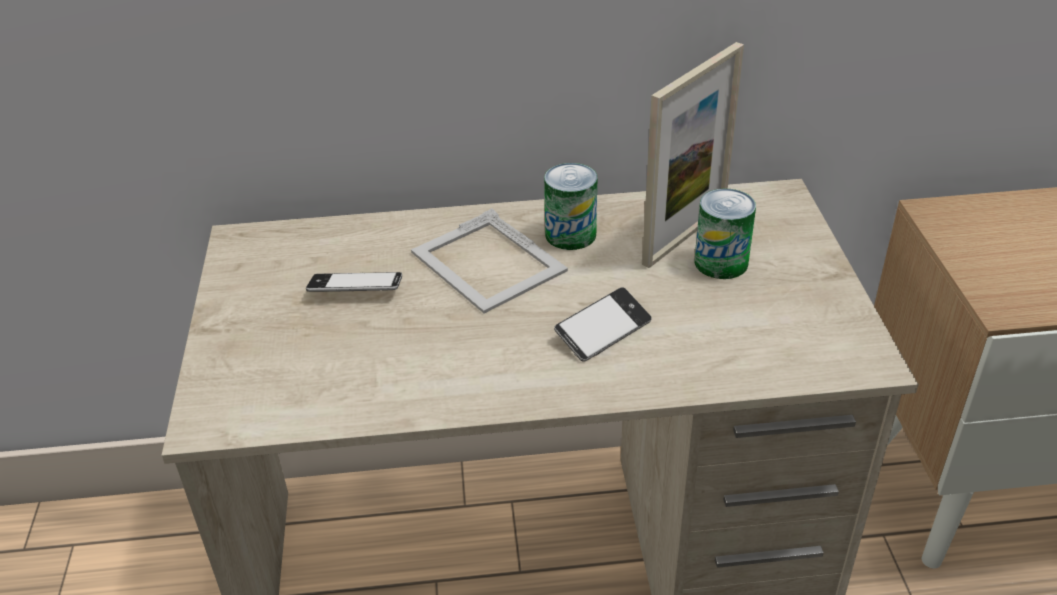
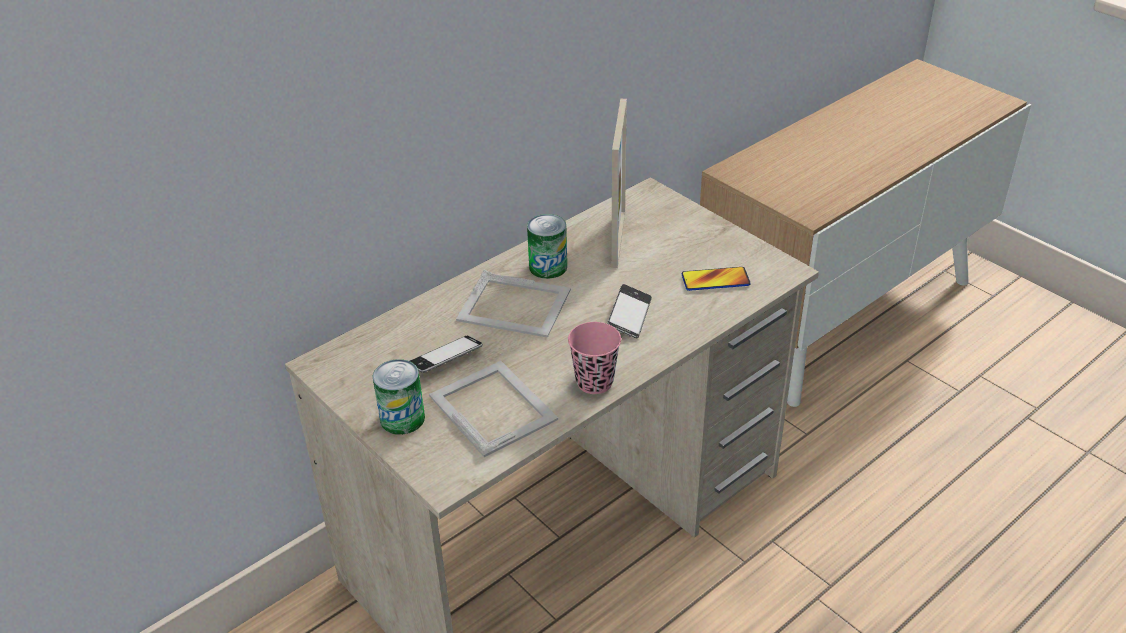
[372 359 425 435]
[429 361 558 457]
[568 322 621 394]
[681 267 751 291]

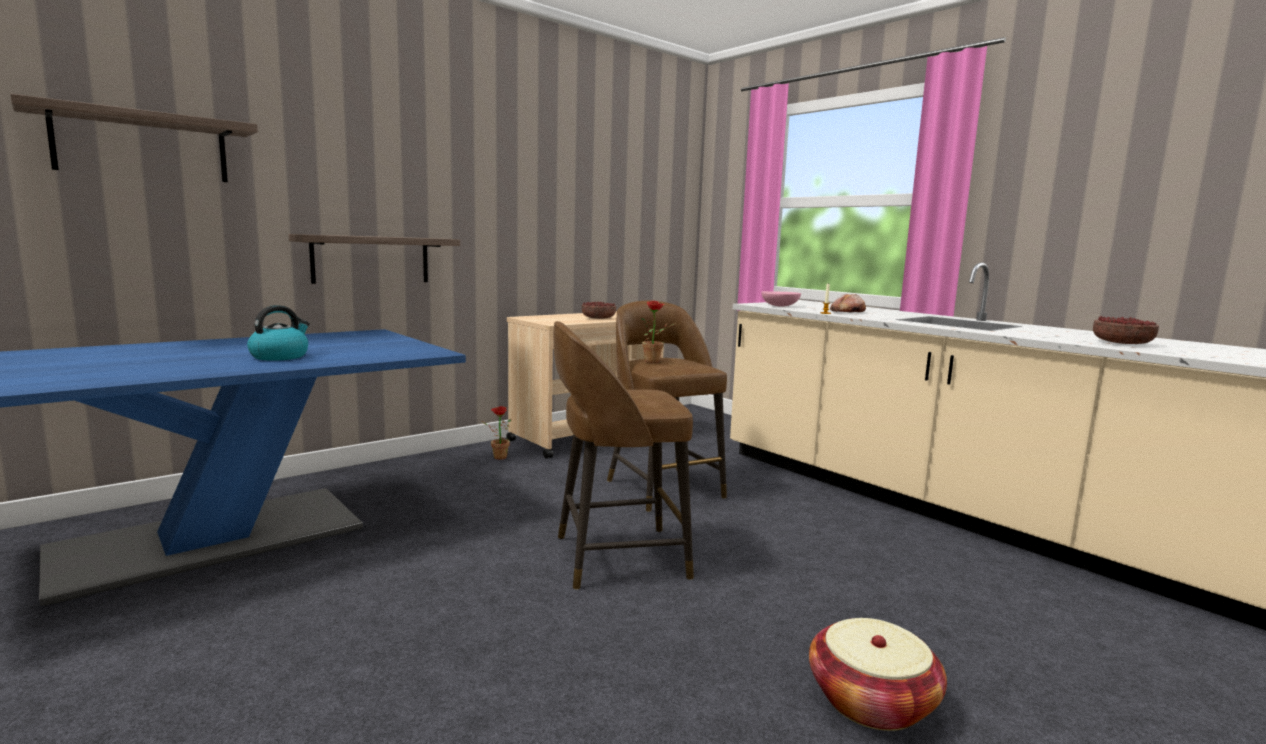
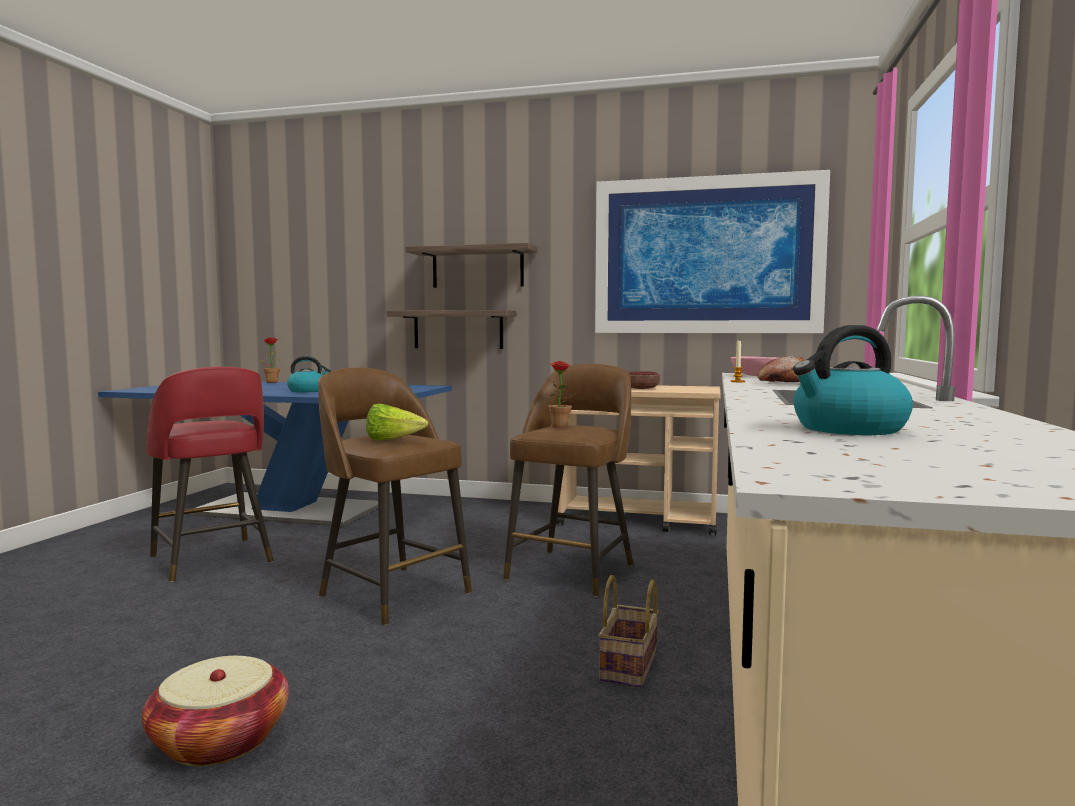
[405 243 538 288]
[257 337 280 383]
[793 325 913 435]
[146 367 274 582]
[366 403 428 441]
[595 170 830 333]
[598 575 659 688]

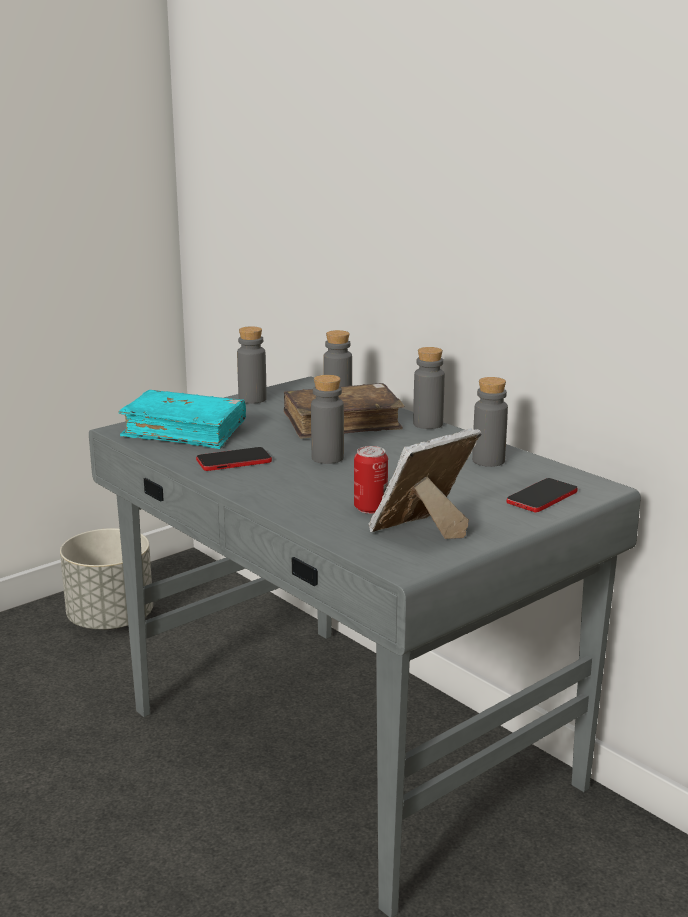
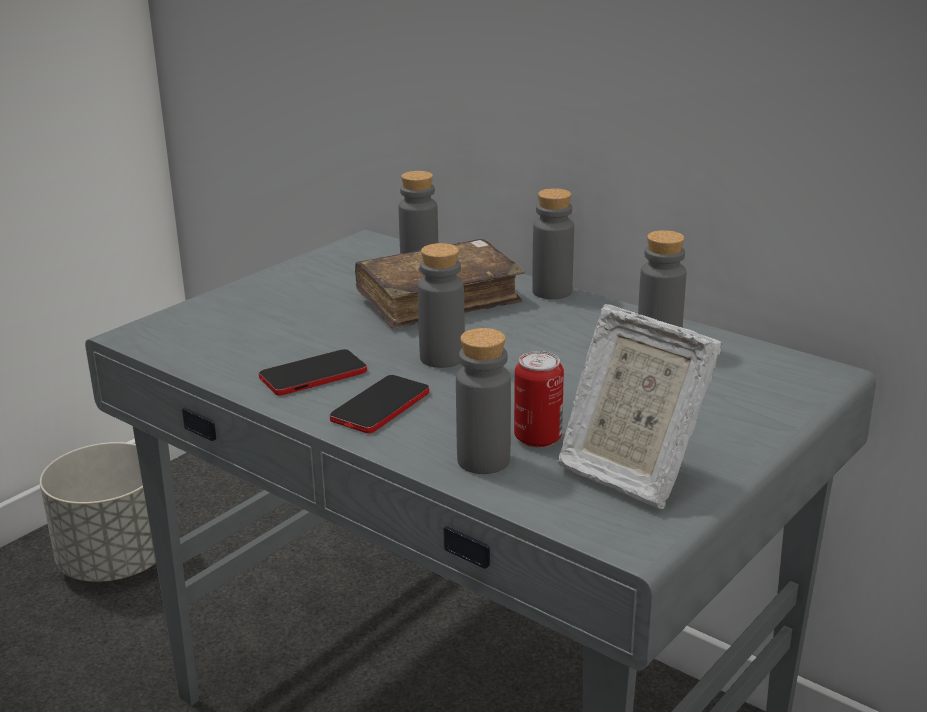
[119 390 246 449] (first image)
[456 328 511 474]
[558 304 722 509]
[330 375 429 434]

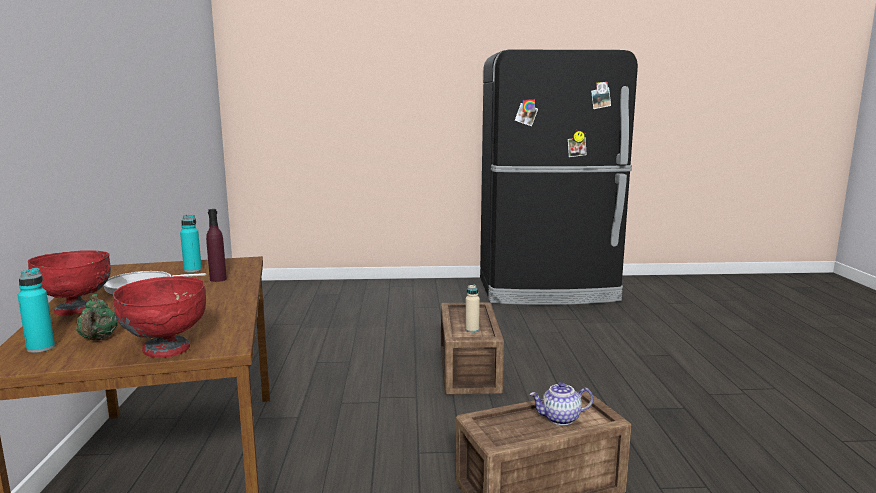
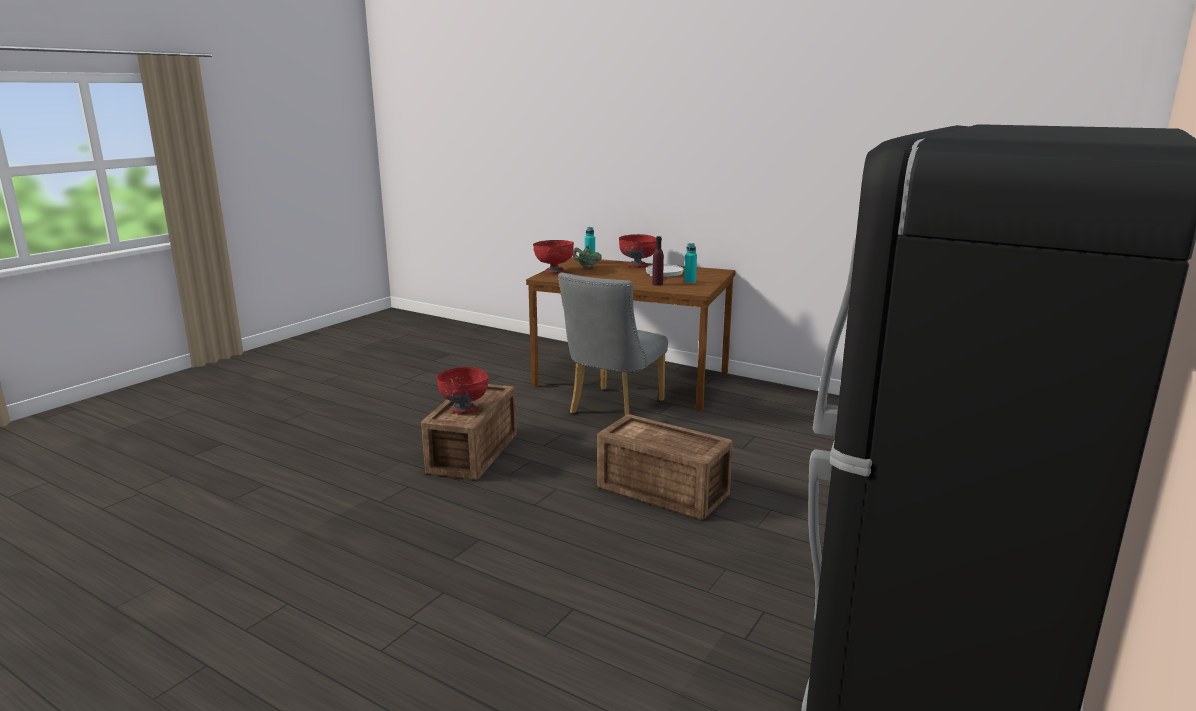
[465 284 480 333] (first image)
[436 367 489 414]
[558 272 668 416]

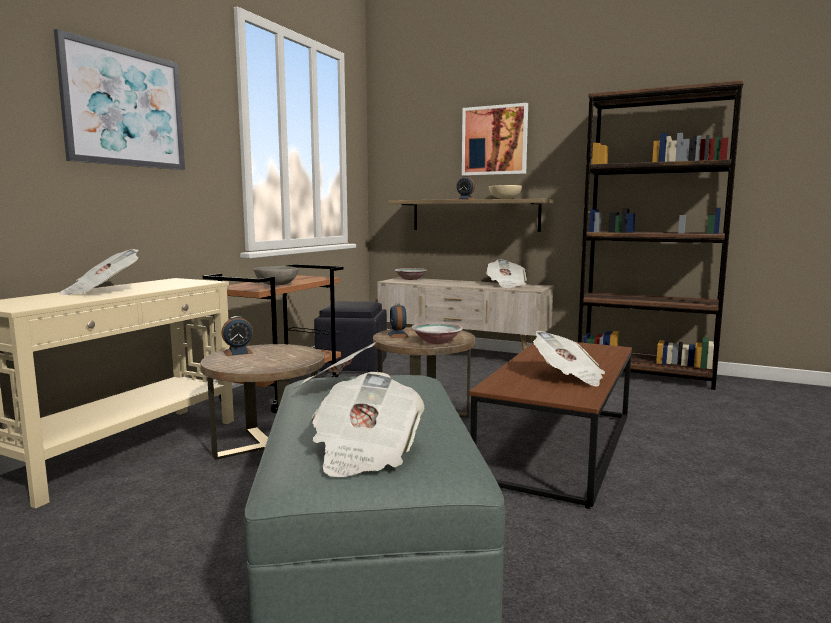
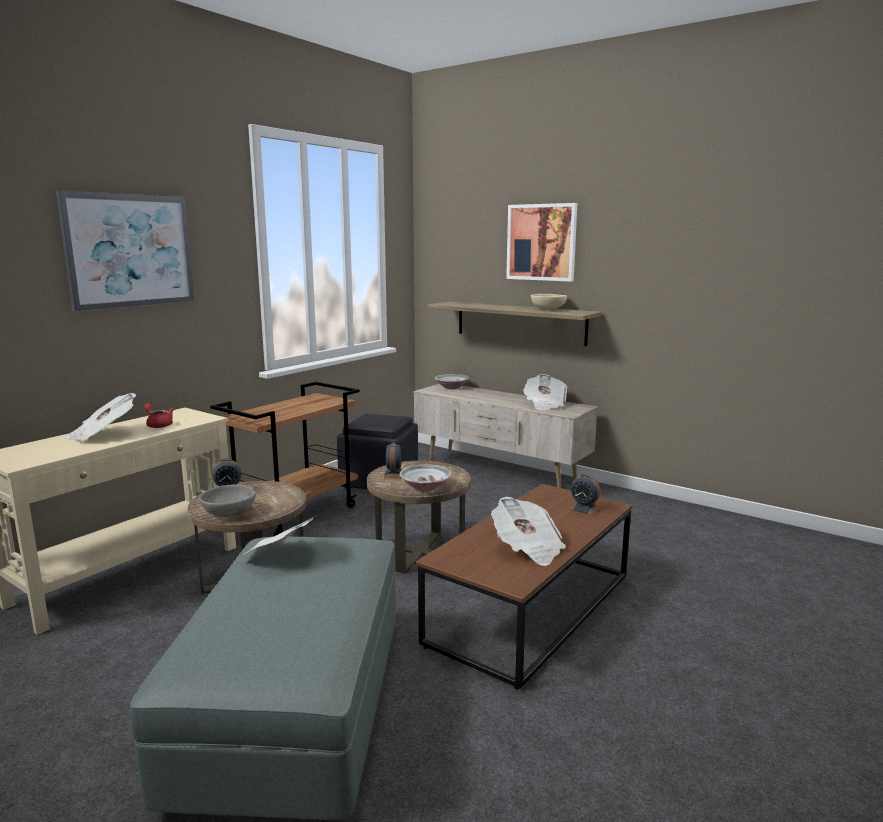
[199 484 256 517]
[312 372 425 477] (first image)
[569 474 601 515]
[578 80 744 390] (first image)
[144 403 174 428]

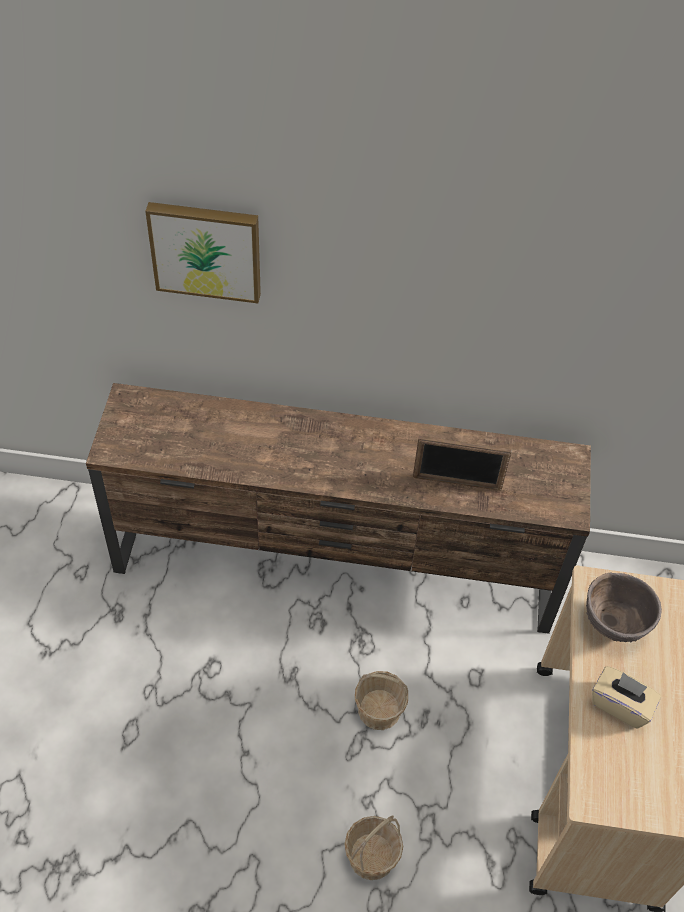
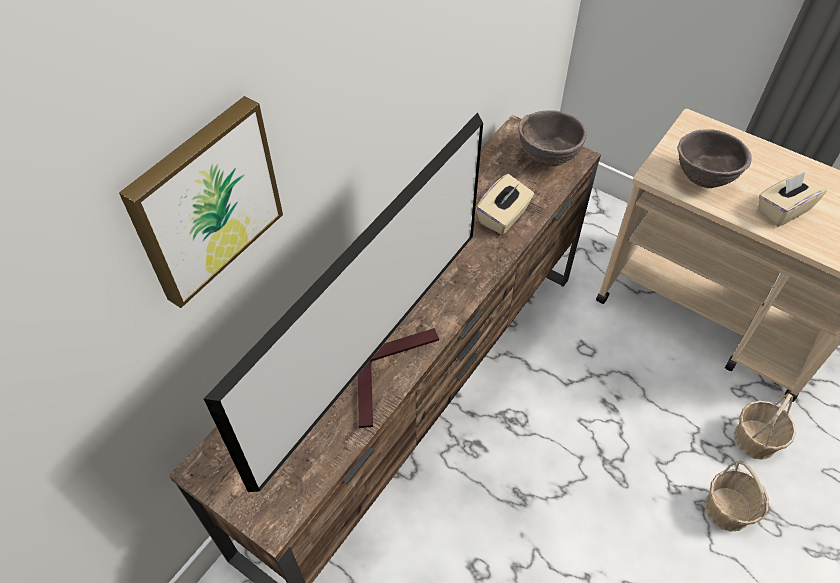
[734 393 796 460]
[476 174 534 235]
[204 112 483 492]
[518 110 586 167]

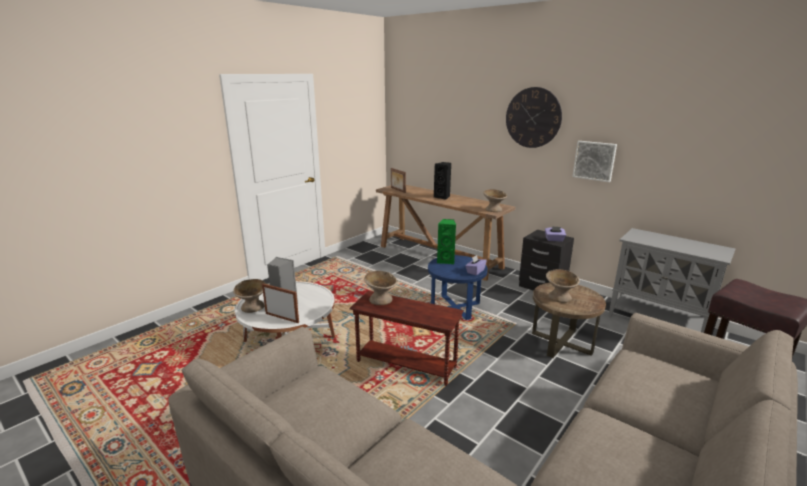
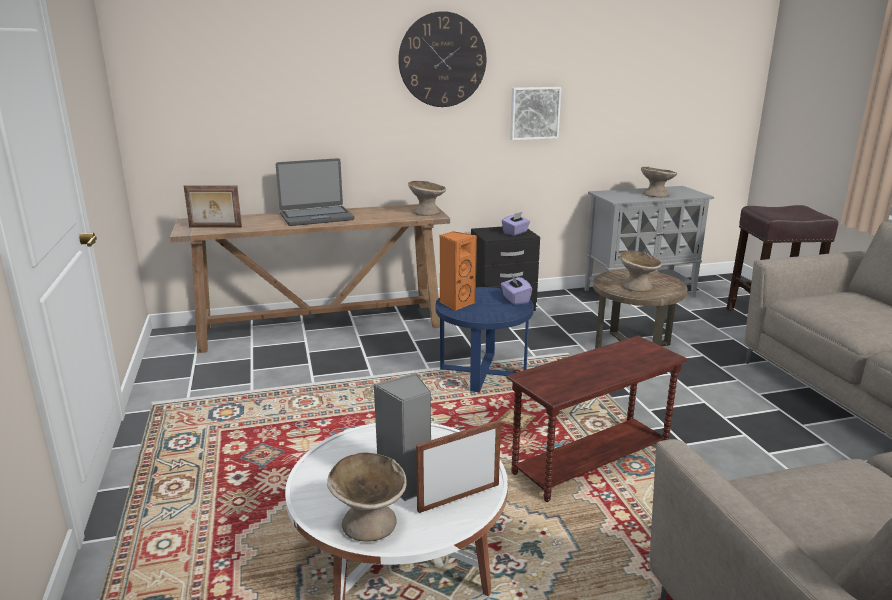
[641 167 677 197]
[276 158 354 226]
[440 231 477 311]

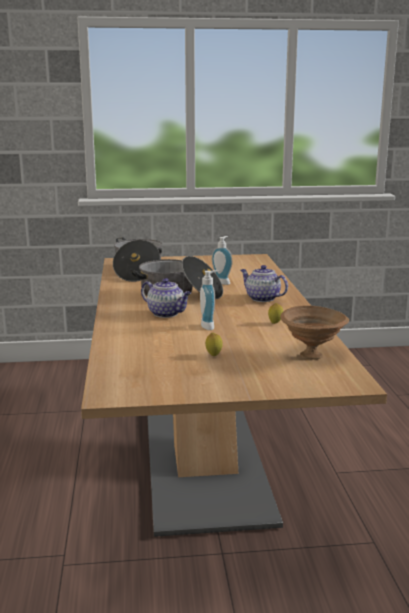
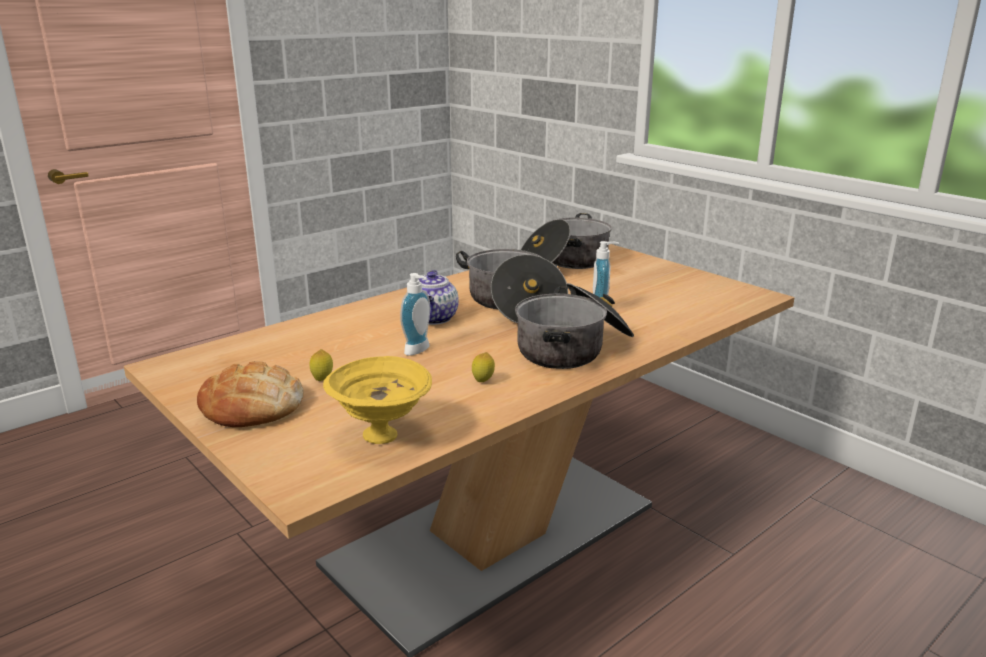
[515 283 634 369]
[323 356 432 444]
[197 361 304 427]

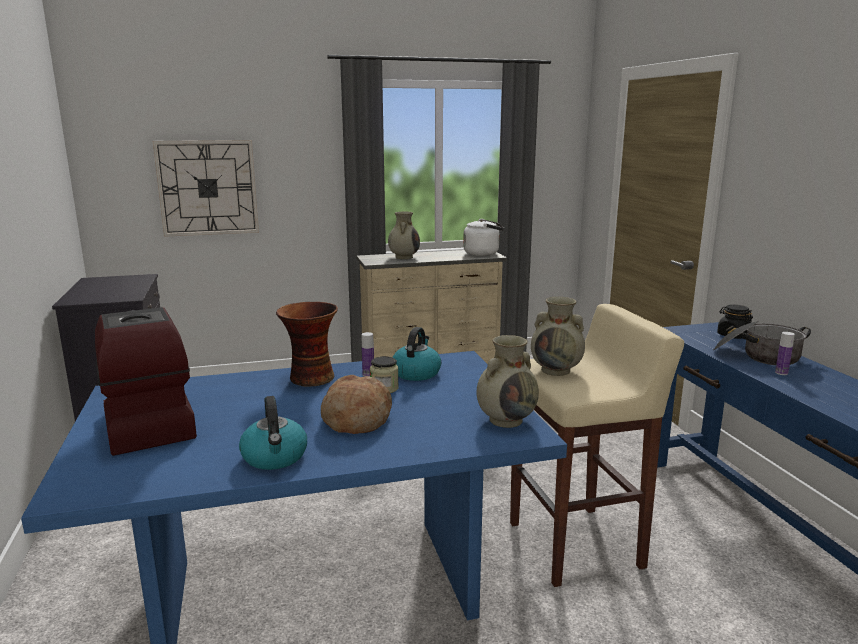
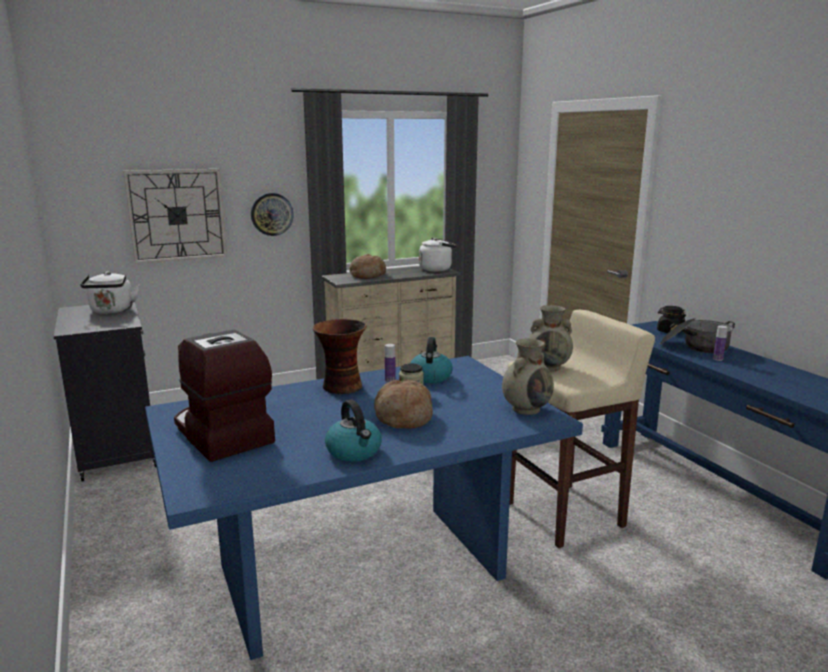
[350 254 386 279]
[80 272 140 314]
[251 193 294 236]

